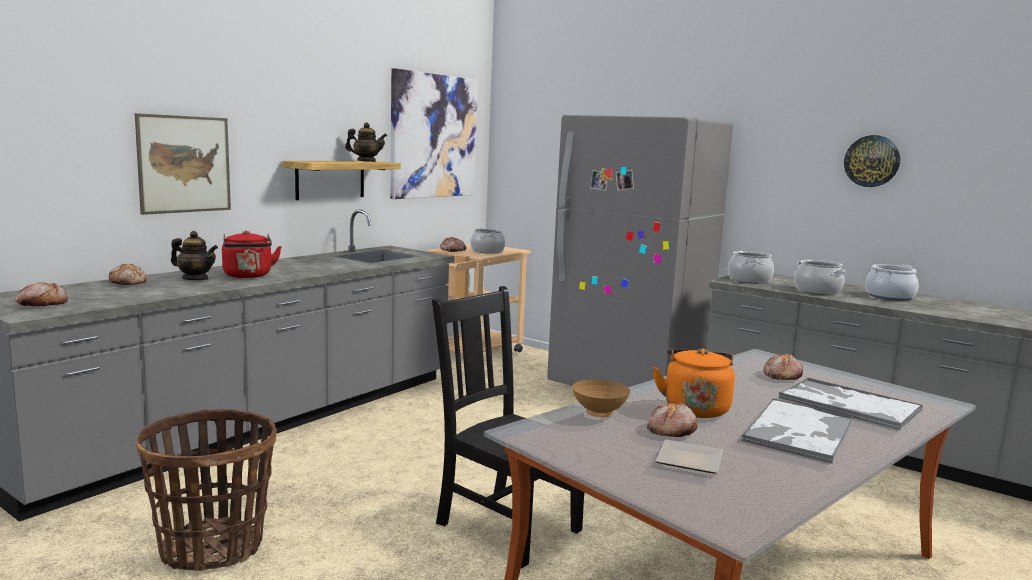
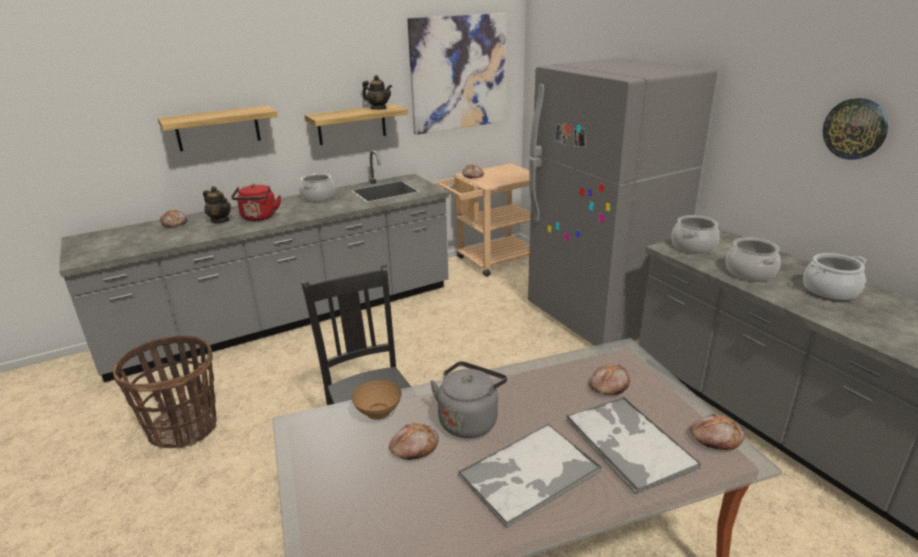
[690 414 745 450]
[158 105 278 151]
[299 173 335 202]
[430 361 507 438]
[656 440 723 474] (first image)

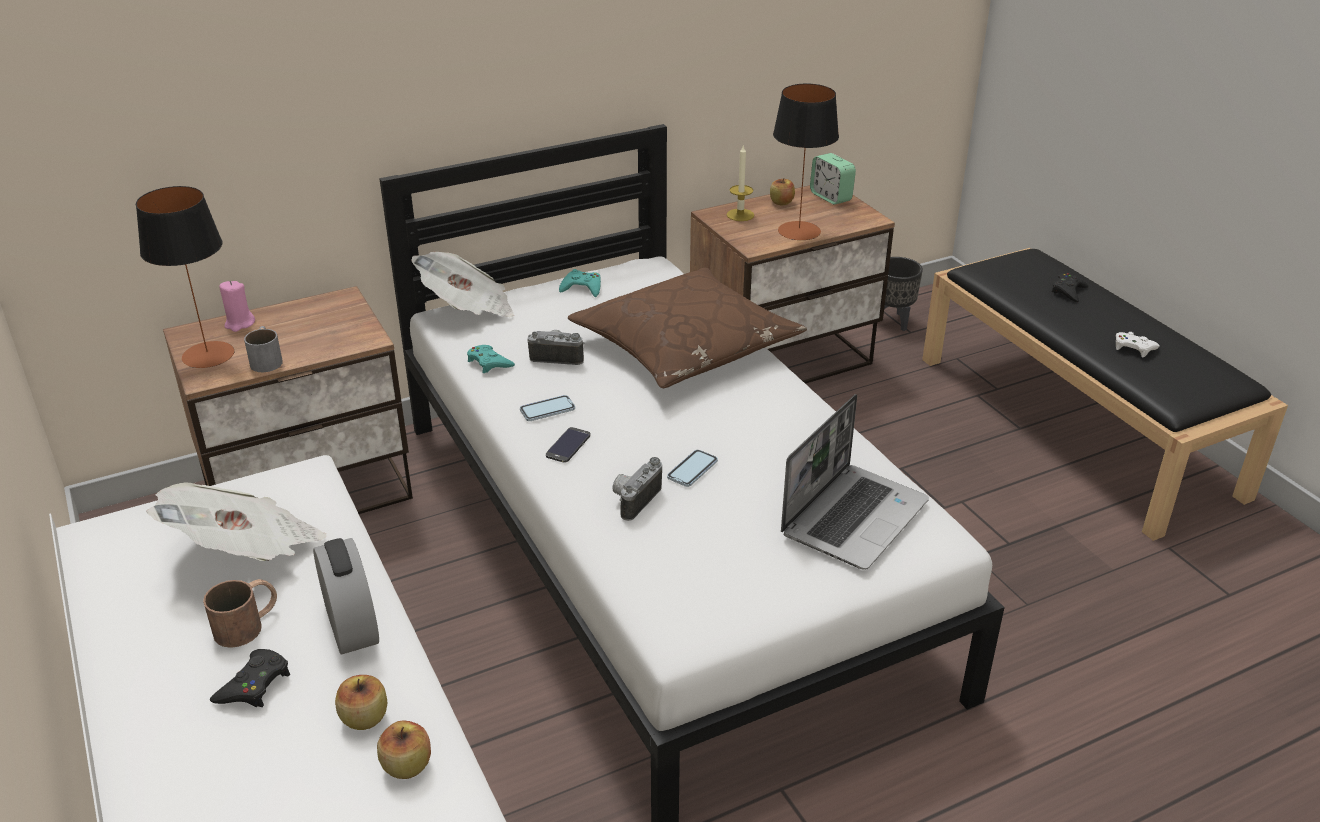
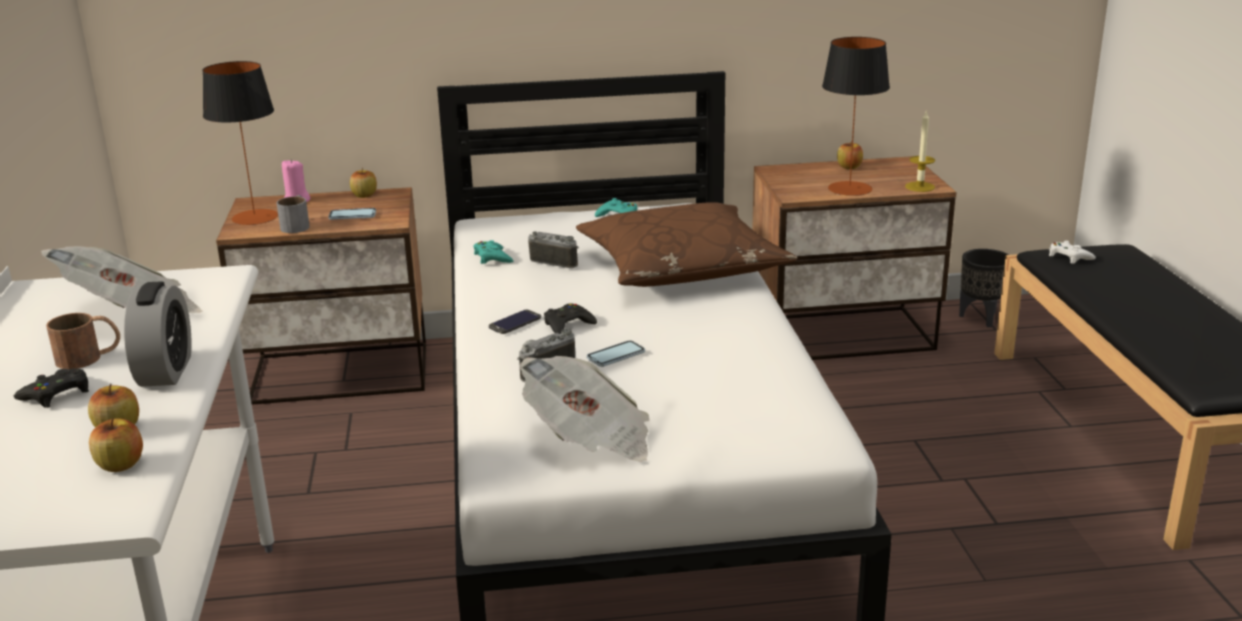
[520 356 650 462]
[328 208 376 220]
[905 110 935 192]
[781 394 929 570] (first image)
[810 153 856 205] (first image)
[544 303 597 334]
[1049 241 1096 264]
[350 168 377 198]

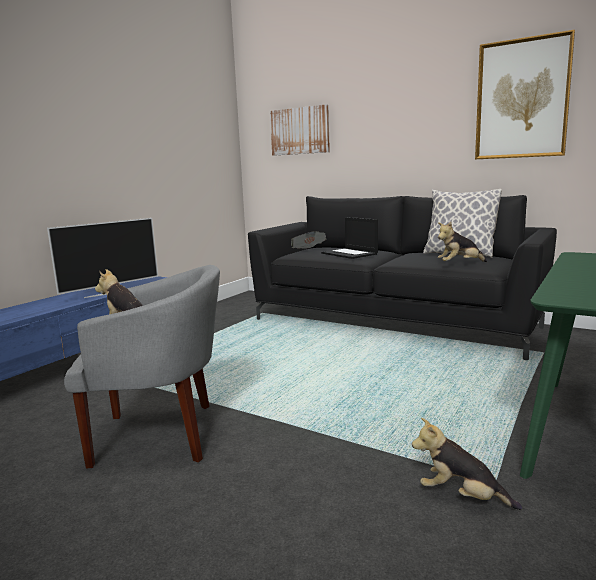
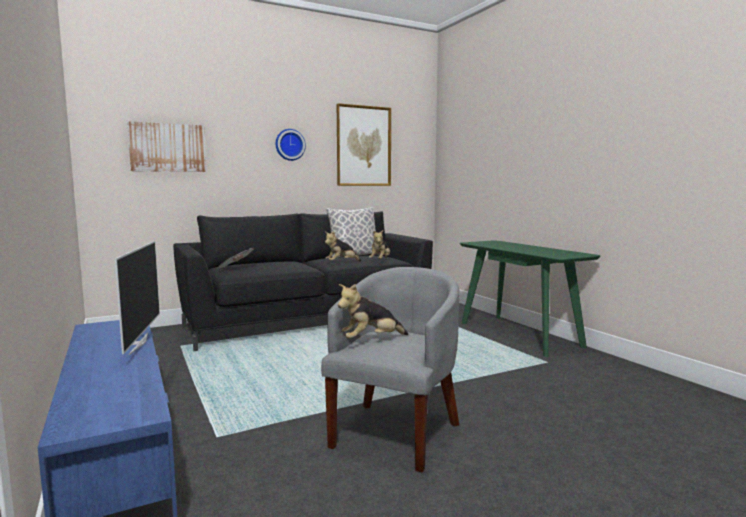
[321 217 378 259] (first image)
[325 231 361 261]
[276 129 306 161]

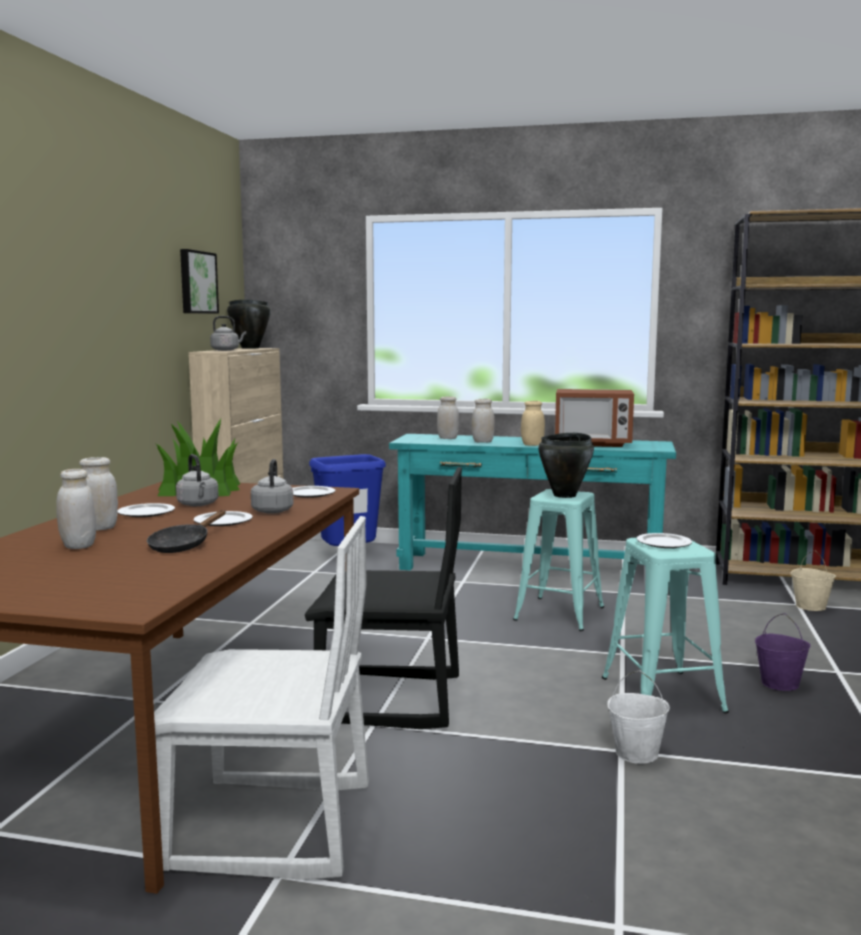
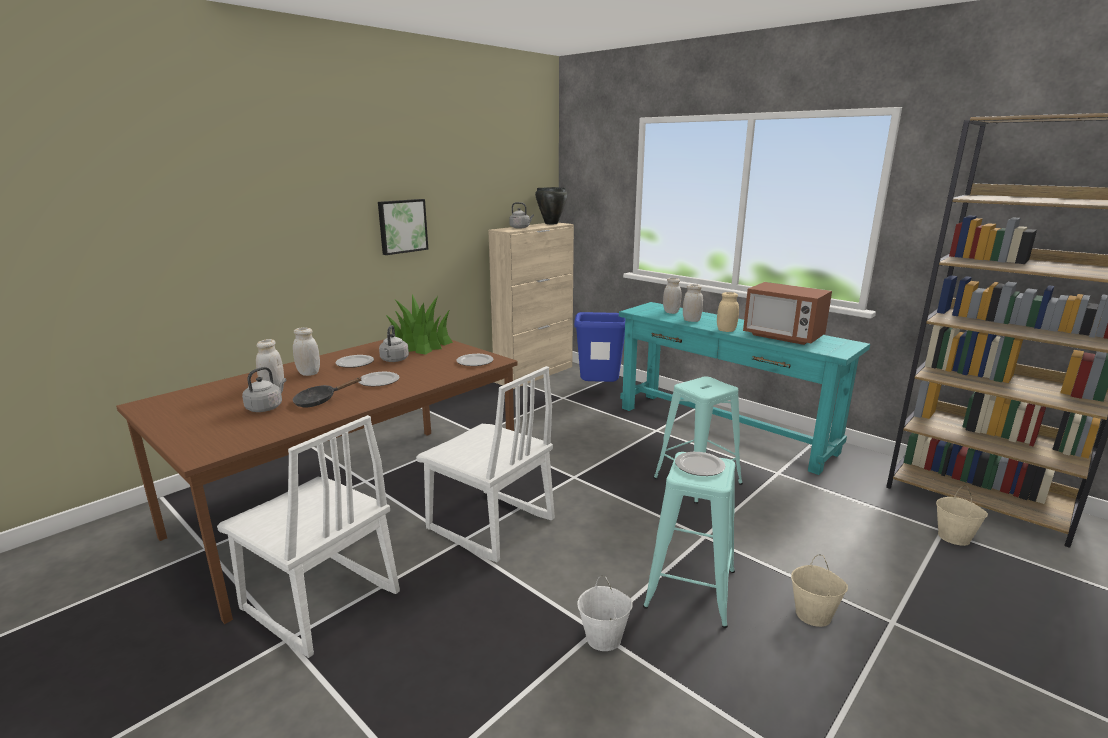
[378 199 428 255]
[242 367 287 412]
[416 366 555 562]
[538 432 594 498] (first image)
[791 555 848 627]

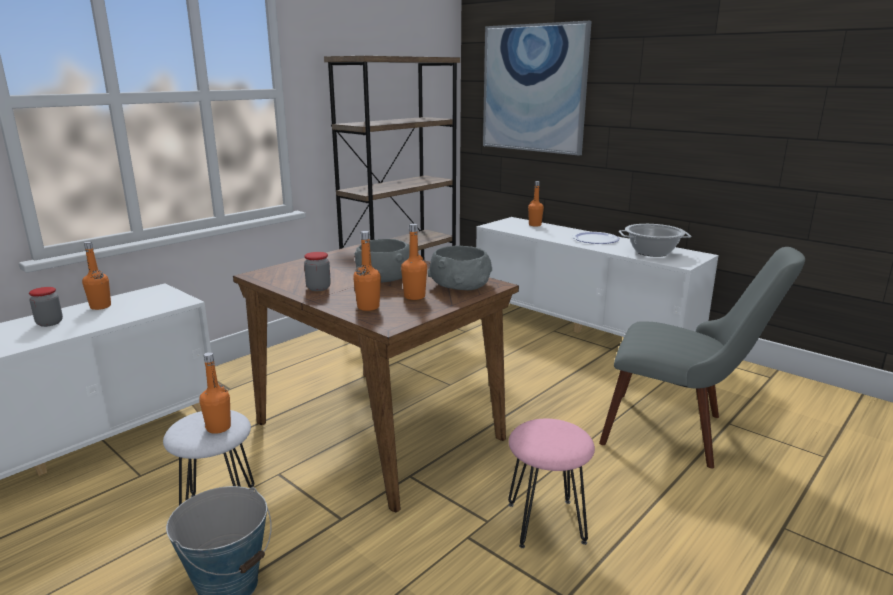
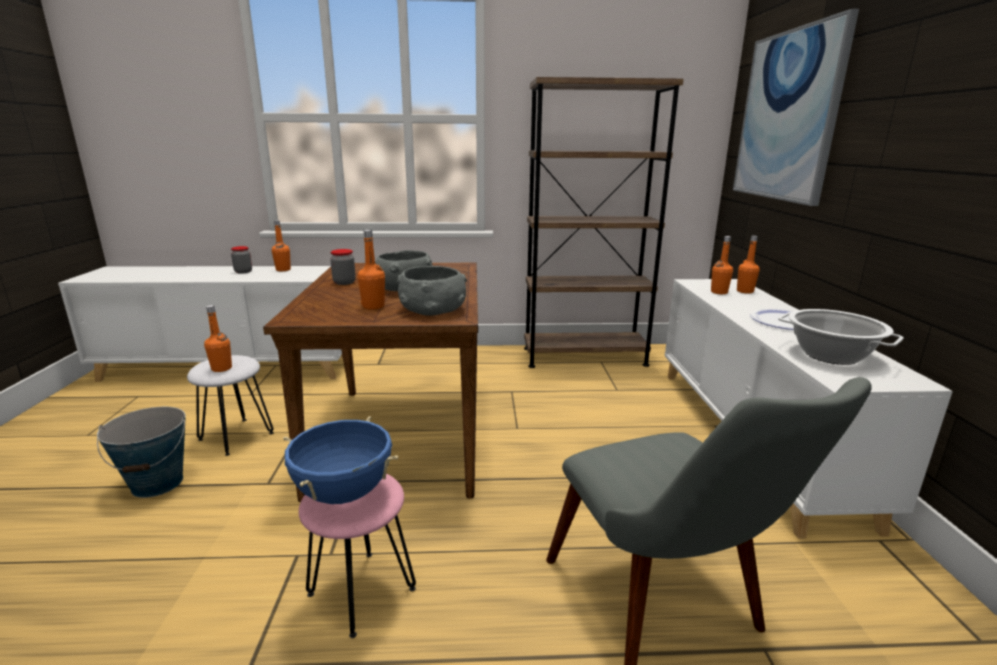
[711 236 733 294]
[283 416 399 504]

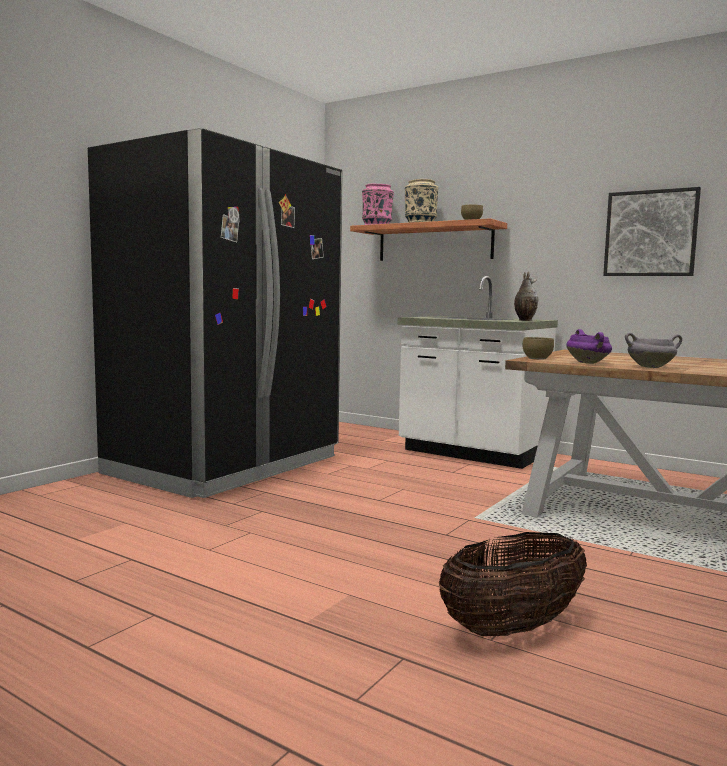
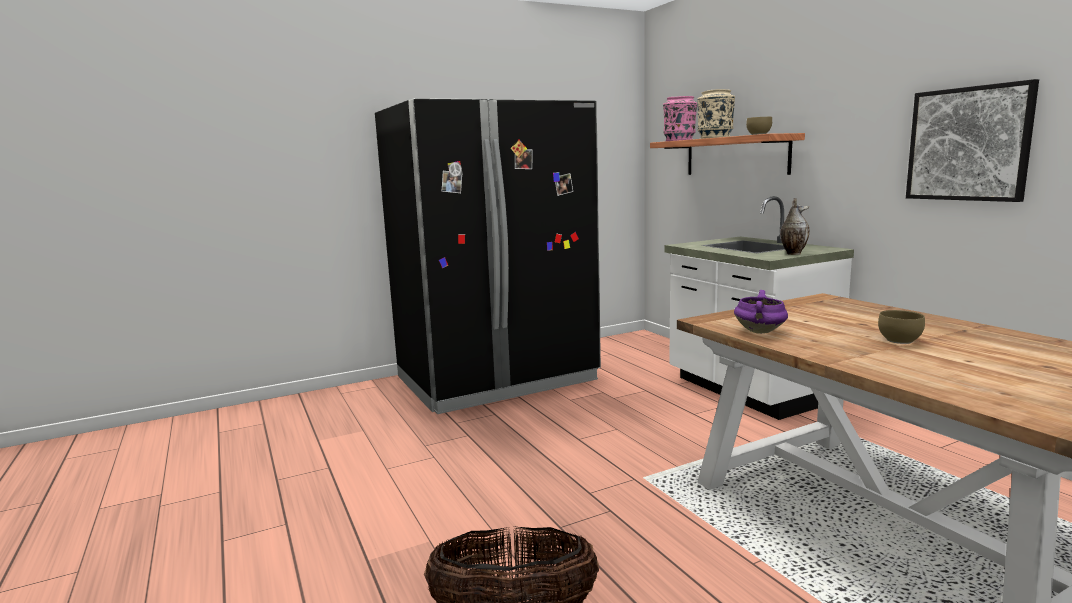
[878 310 925 344]
[625 333 682 368] (first image)

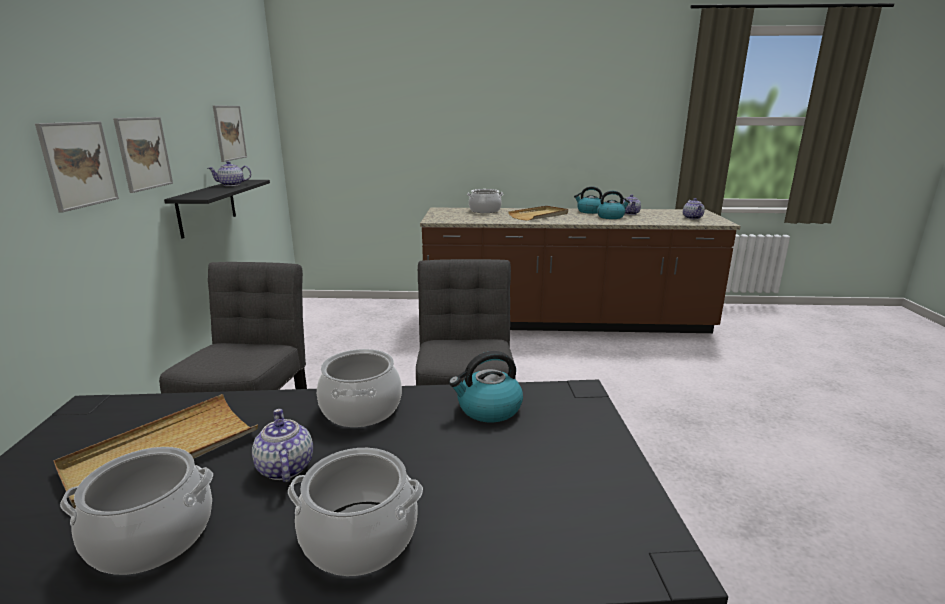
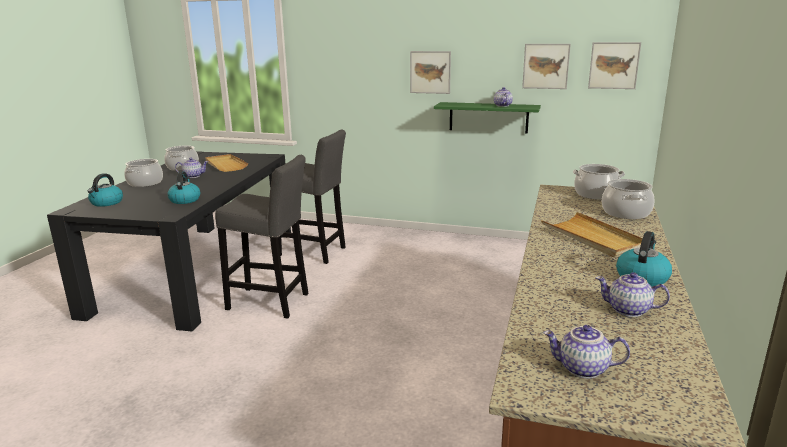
[588 42 641 89]
[434 102 541 134]
[573 164 625 200]
[88 174 123 207]

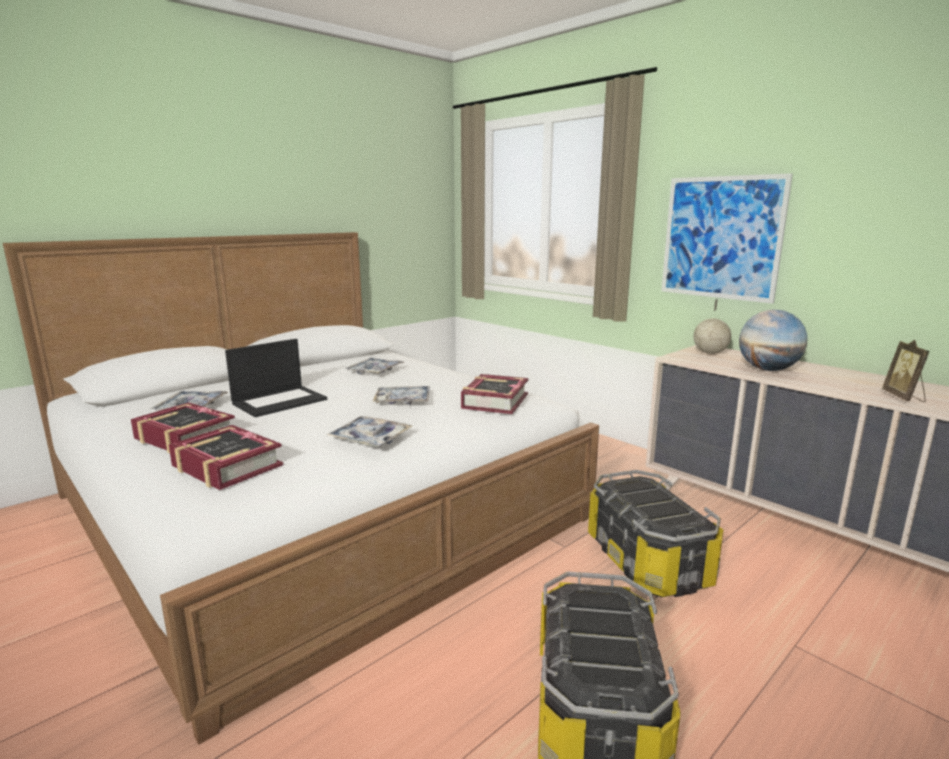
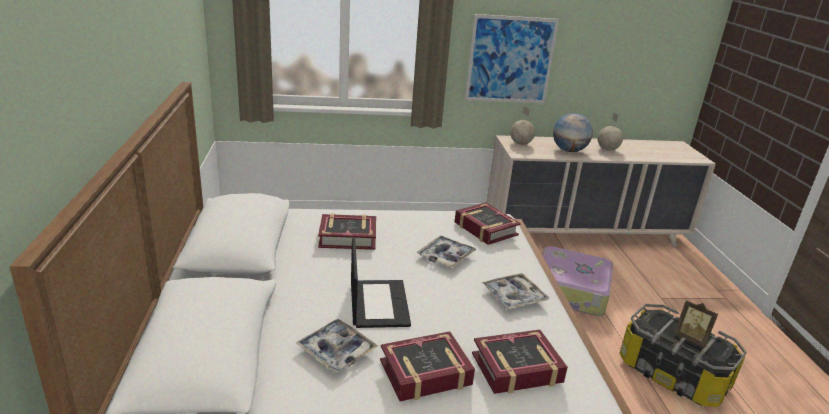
[318 213 376 250]
[542 246 613 316]
[674 300 718 347]
[598 113 623 151]

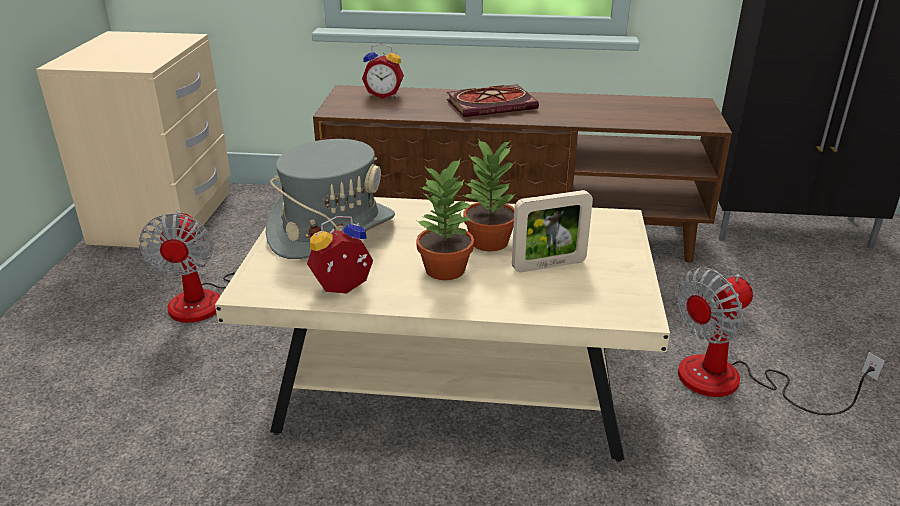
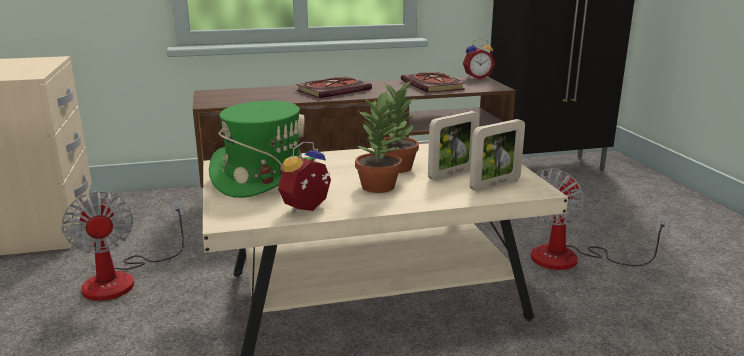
[209 101 316 198]
[463 38 495 79]
[401 72 466 93]
[470 119 525 192]

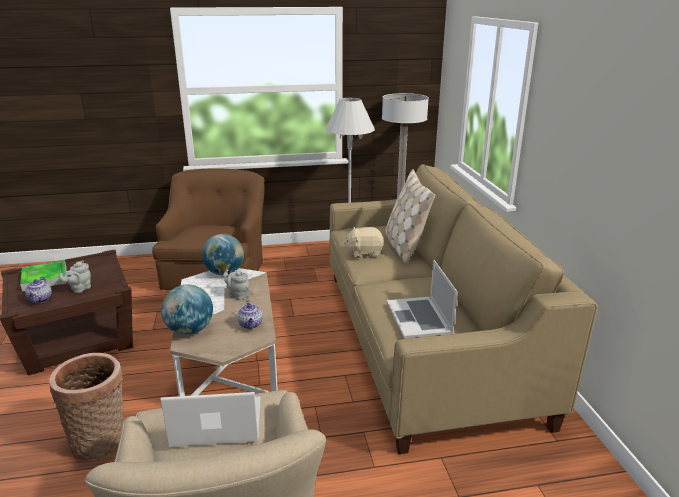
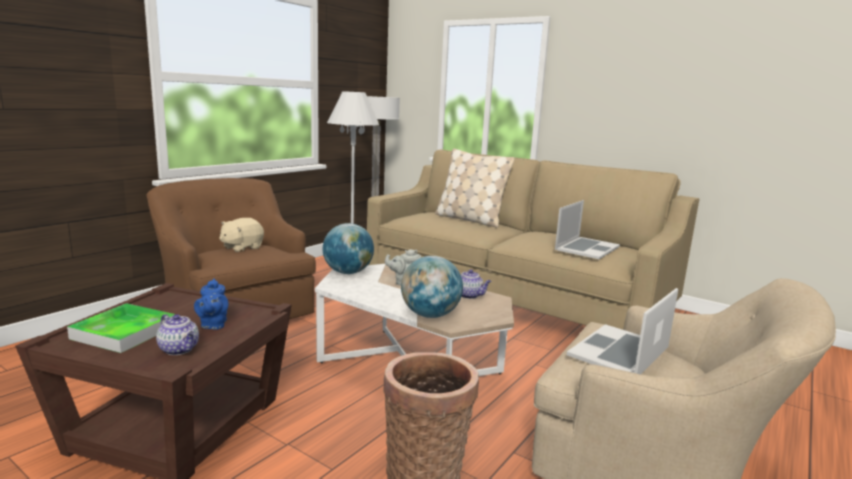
[194 278 228 330]
[219 218 264 252]
[555 200 620 259]

